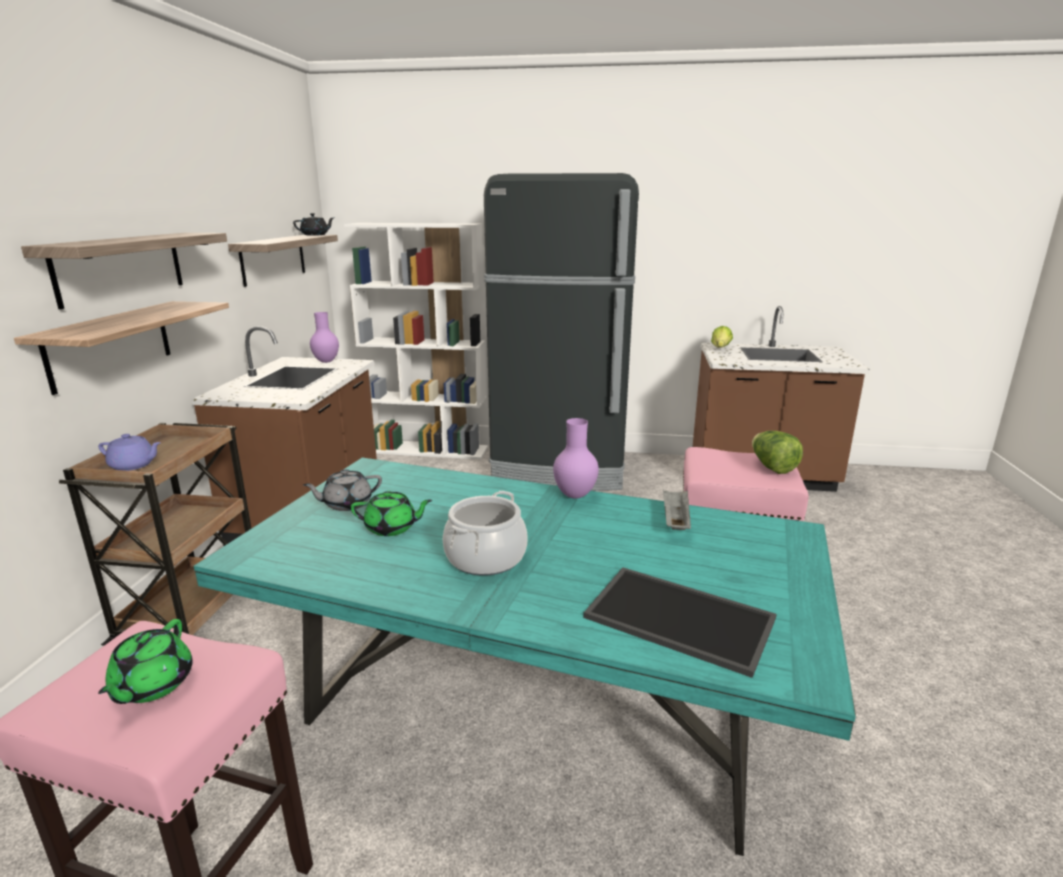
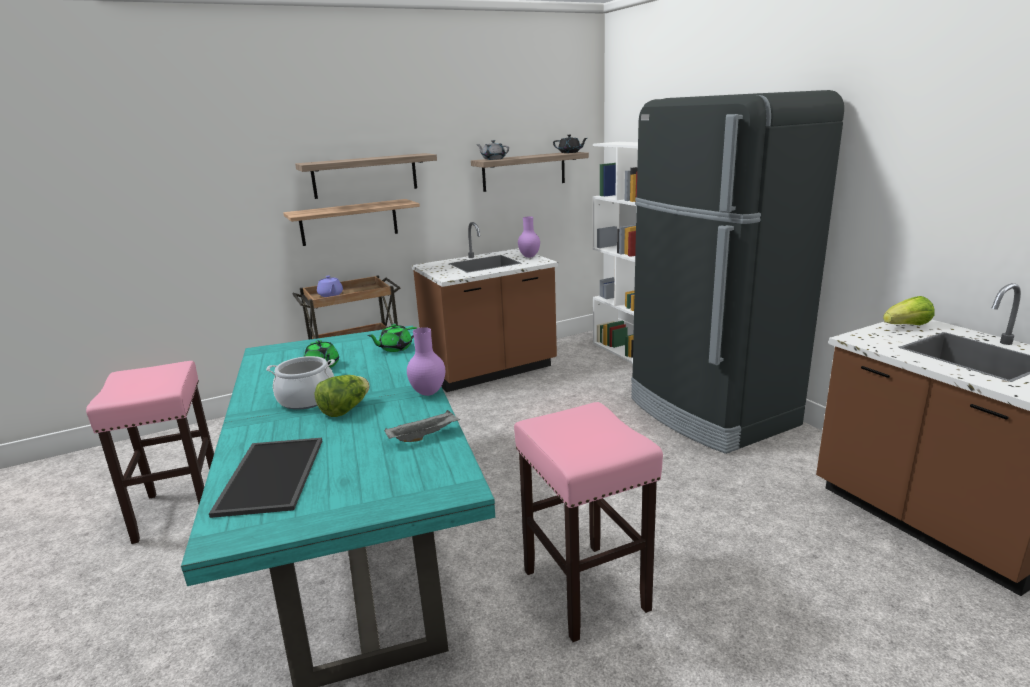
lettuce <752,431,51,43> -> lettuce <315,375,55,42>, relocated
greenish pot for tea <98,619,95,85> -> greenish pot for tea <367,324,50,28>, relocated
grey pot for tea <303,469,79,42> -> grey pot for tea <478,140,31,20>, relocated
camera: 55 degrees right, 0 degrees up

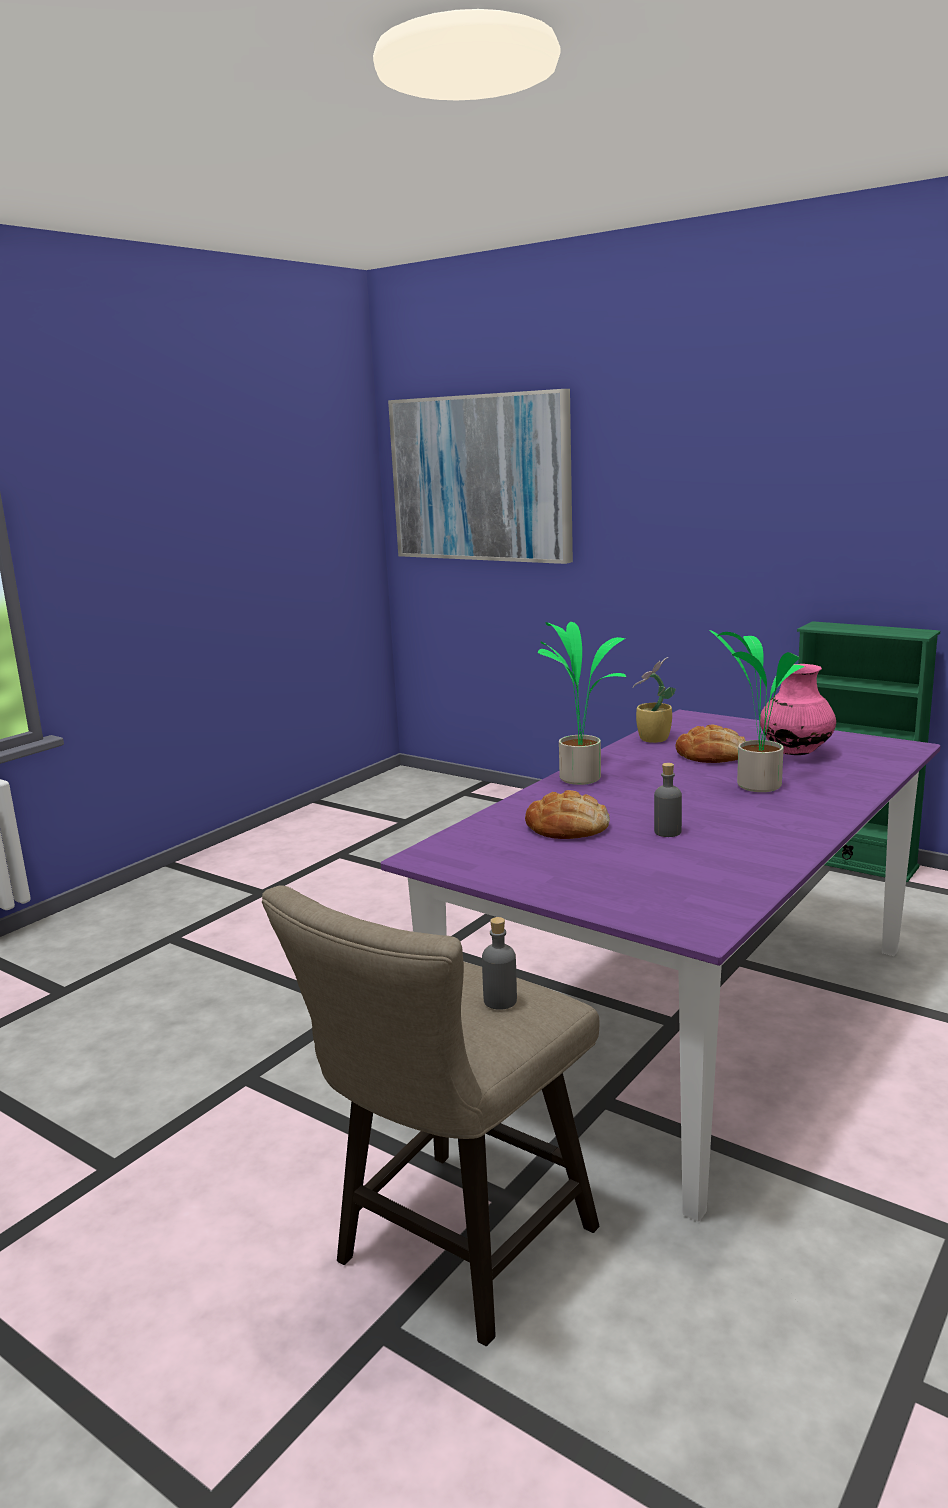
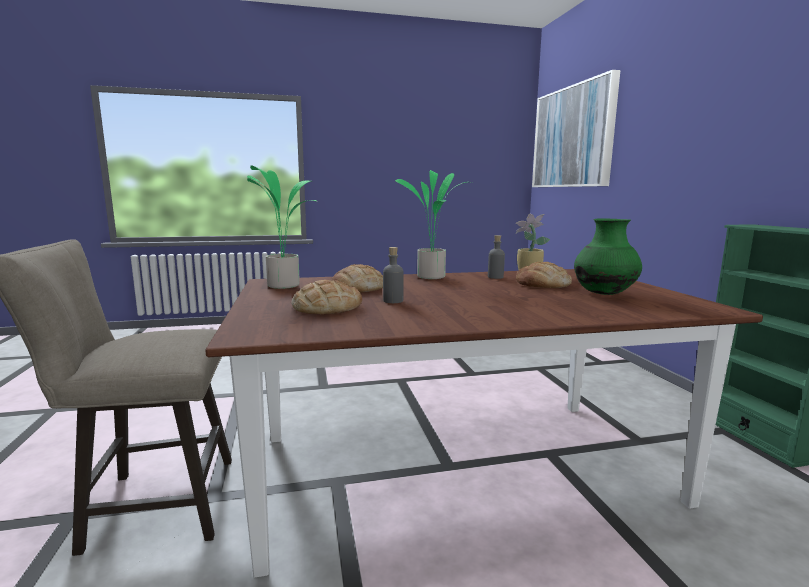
purplish dinner table <381,710,559,512> -> brownish dinner table <205,269,558,309>
plant in a pot <709,630,96,162> -> plant in a pot <247,165,71,124>, relocated
none -> bread <291,280,71,34>
grey drink bottle <482,917,35,93> -> grey drink bottle <488,235,17,44>, relocated
pink-coloured decorative vase <760,664,76,91> -> greenish decorative vase <574,218,68,77>
camera: 40 degrees right, 5 degrees down

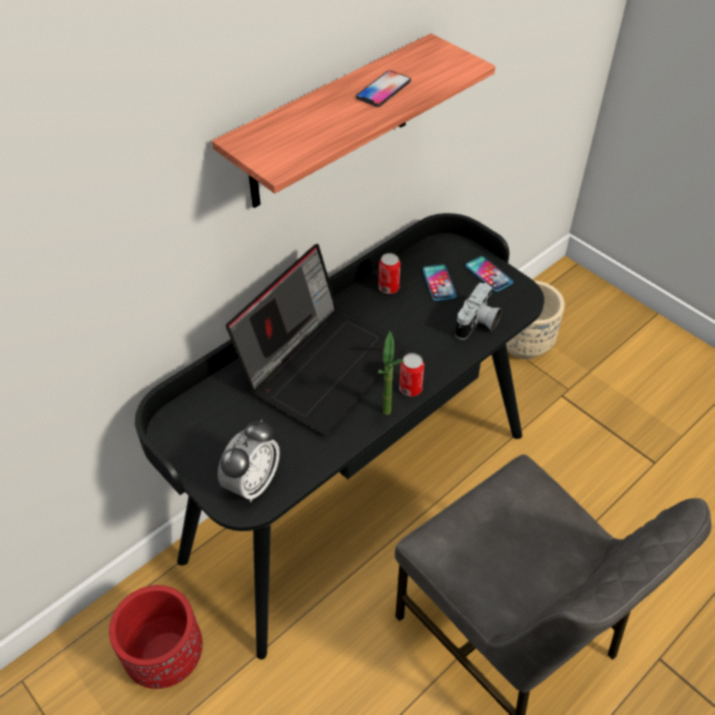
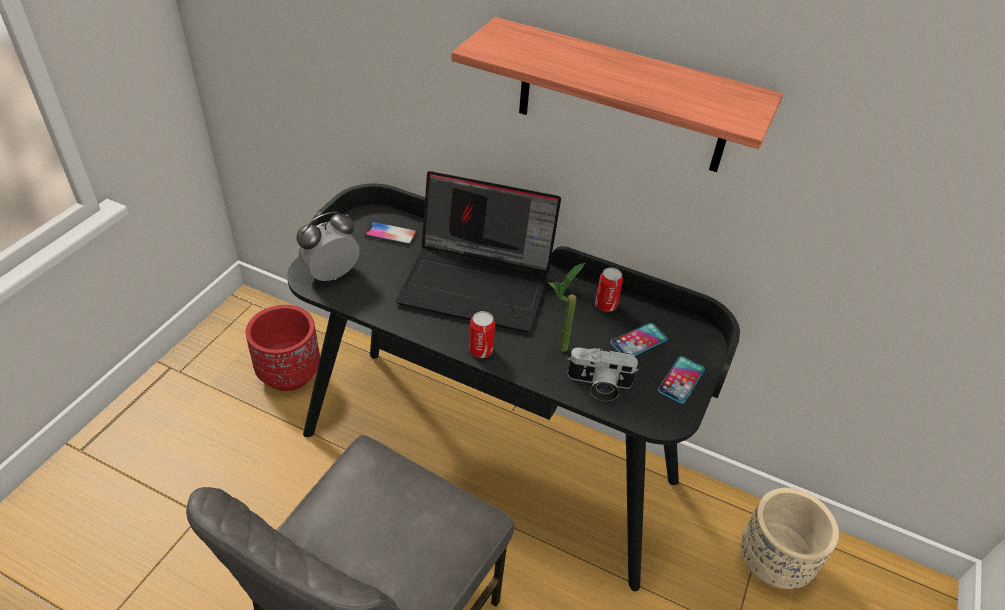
alarm clock <218,420,62,82> -> alarm clock <297,212,63,69>, 135 degrees clockwise
handset <356,71,55,36> -> handset <365,222,52,23>, relocated
plant in a pot <378,331,26,84> -> plant in a pot <548,263,37,89>, relocated
camera: 65 degrees right, 5 degrees down

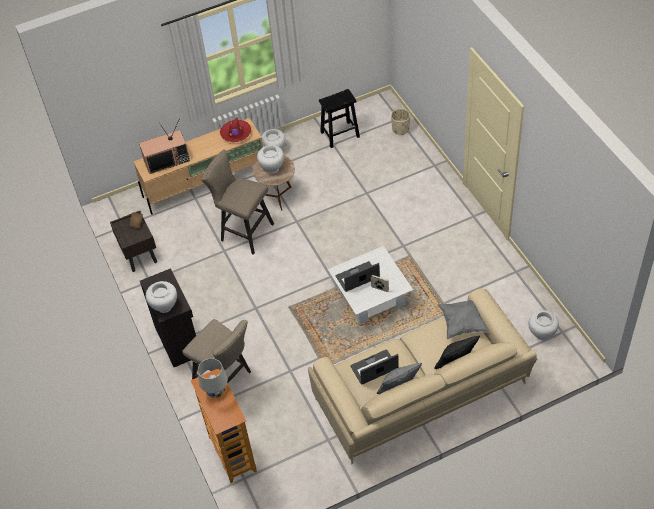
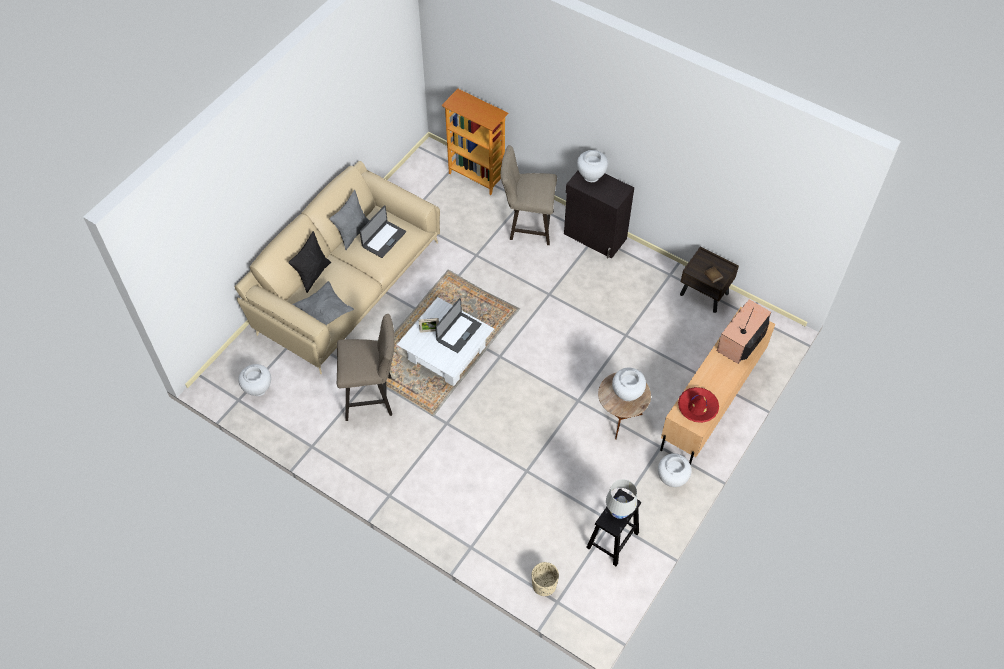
sand-coloured sitting stool <201,149,73,106> -> sand-coloured sitting stool <337,314,57,107>, relocated
white lamp for a table <198,358,30,40> -> white lamp for a table <606,479,31,40>, relocated
camera: 145 degrees right, 5 degrees up

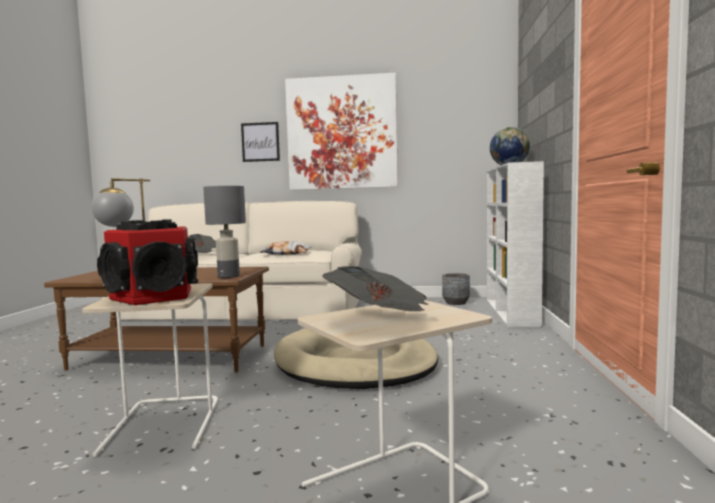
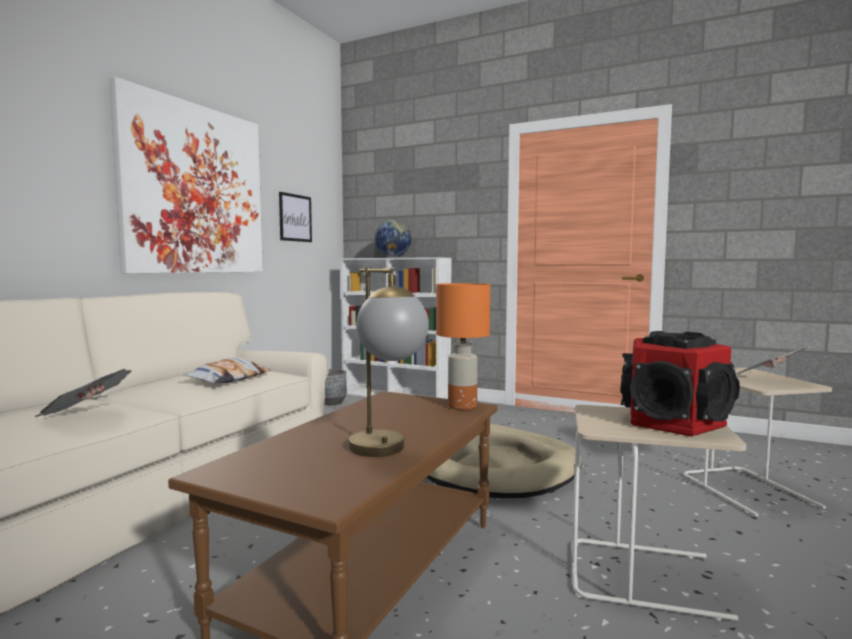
wall art <241,122,39,40> -> wall art <279,192,33,50>, relocated
grey lamp for a table <203,186,43,92> -> orangey lamp for a table <436,283,54,127>
camera: 70 degrees left, 0 degrees up

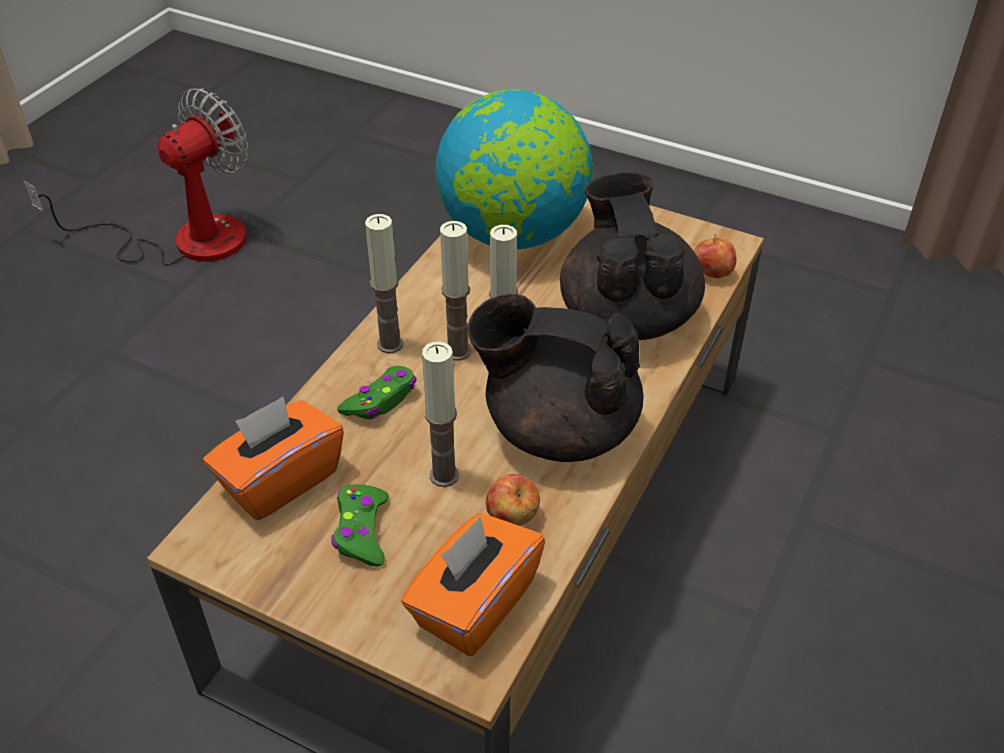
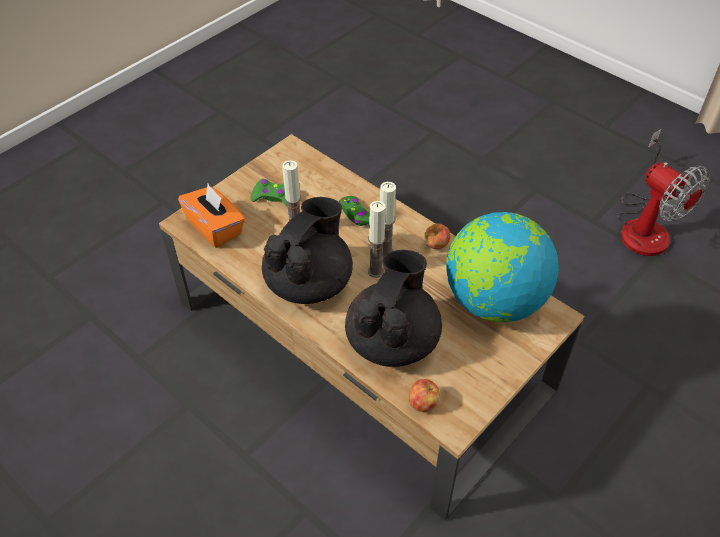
black-coloured pot for tea <560,172,145,168> -> black-coloured pot for tea <345,250,97,117>, 75 degrees counterclockwise
whole apple <486,474,54,52> -> whole apple <424,223,26,26>, relocated
orangey tissue box <203,396,141,124> -> none
wax candle <365,214,38,139> -> none
camera: 105 degrees right, 5 degrees up

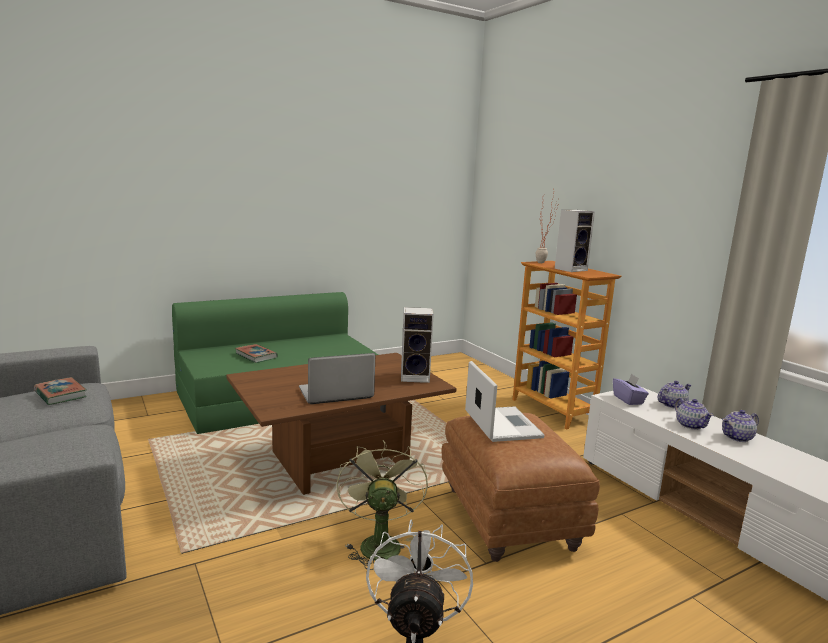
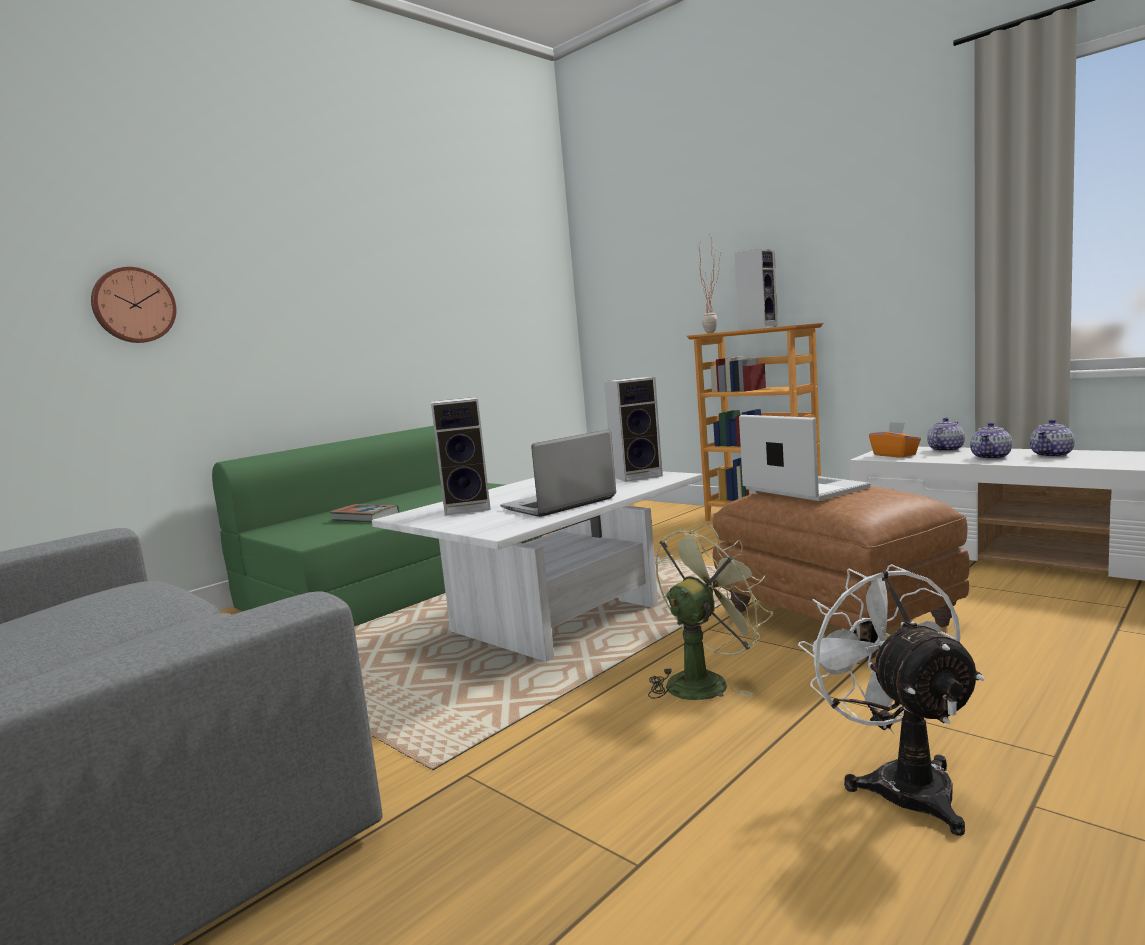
none -> hanging clock <91,267,85,76>
brownish low table <226,353,231,142> -> white low table <372,471,331,191>
none -> audio speaker <431,397,60,118>
greenish cooling fan <337,440,91,130> -> greenish cooling fan <648,523,125,177>, 75 degrees clockwise
purplish tissue box <613,374,36,31> -> orangey tissue box <869,422,52,36>
pot for tea <675,398,39,32> -> pot for tea <970,422,42,38>, 75 degrees clockwise
bound book <34,377,53,28> -> none
camera: 15 degrees left, 5 degrees down

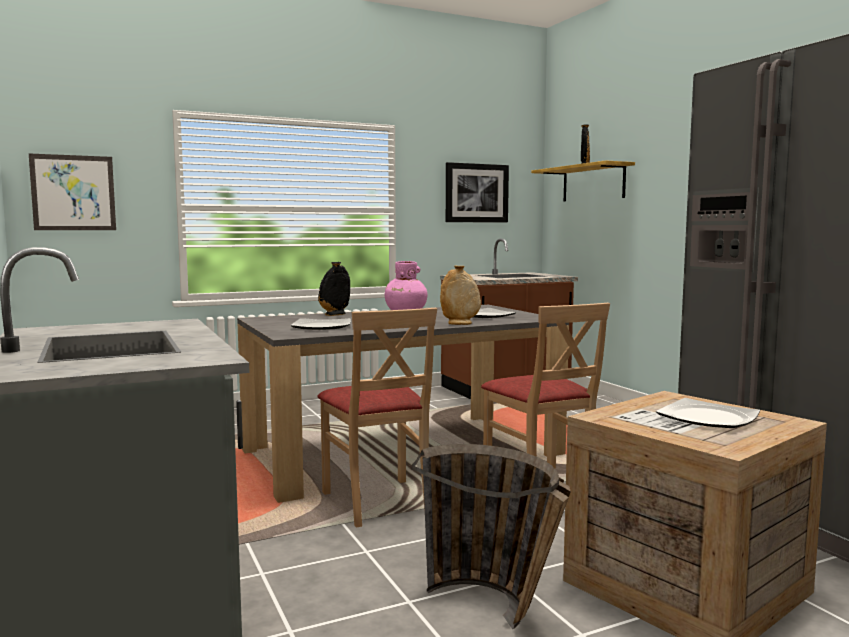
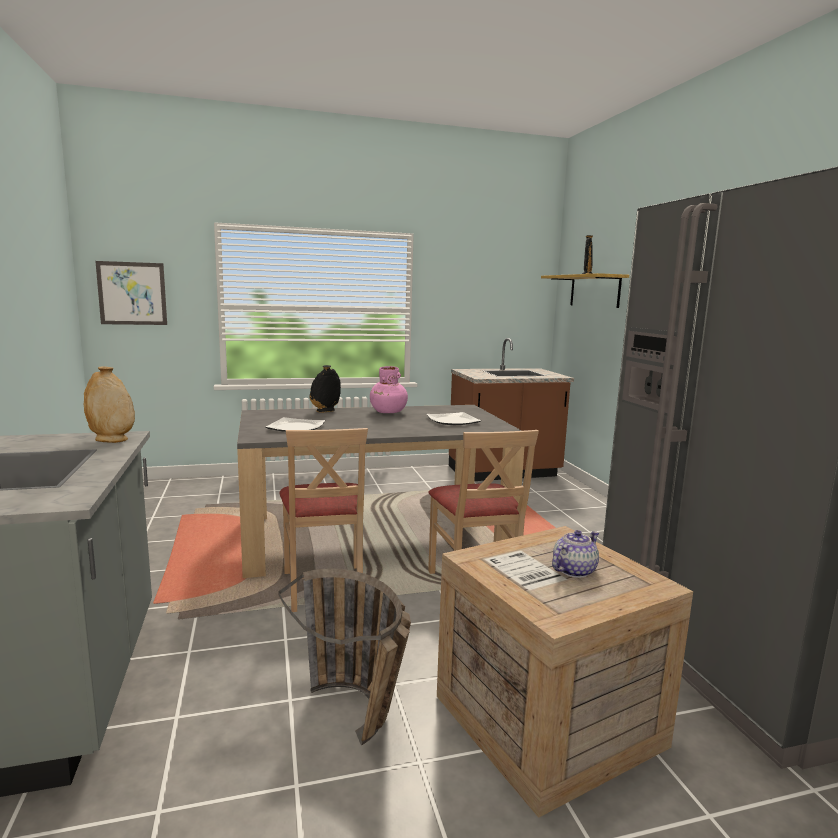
sand-coloured decorative vase <440,265,41,60> -> sand-coloured decorative vase <84,366,51,77>, relocated
plate <656,398,104,30> -> pot for tea <552,530,47,48>
wall art <446,162,63,61> -> none
camera: 10 degrees right, 5 degrees up

